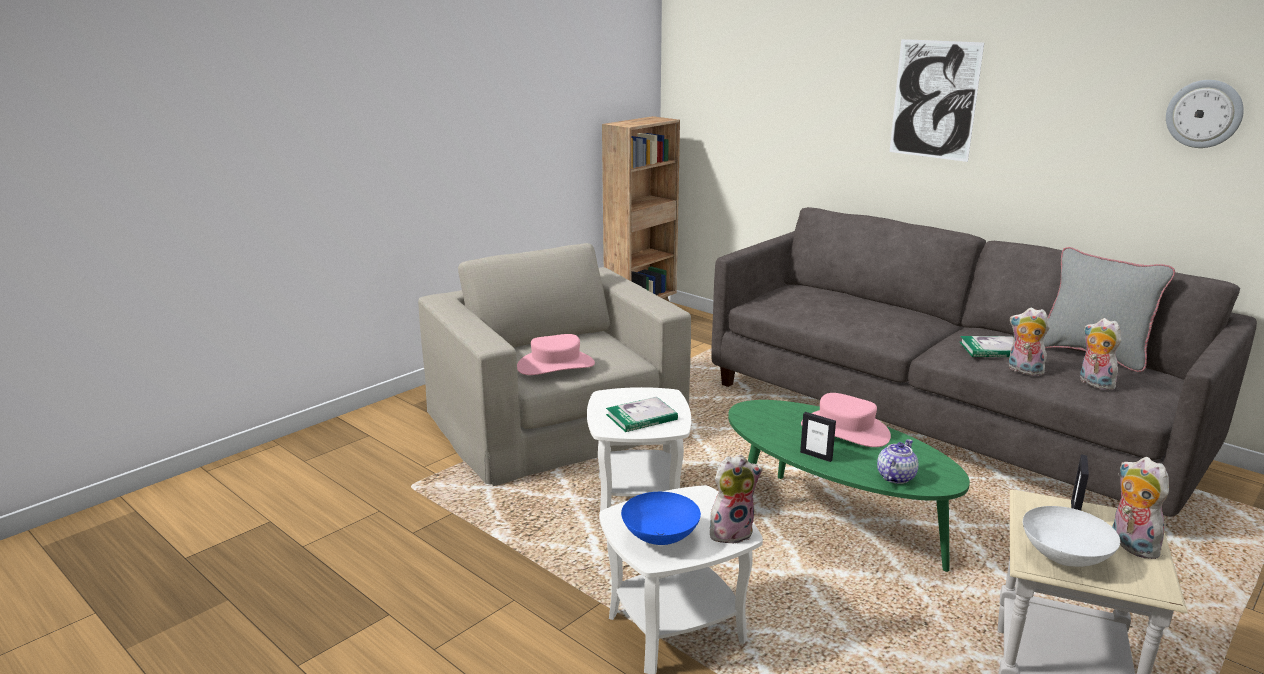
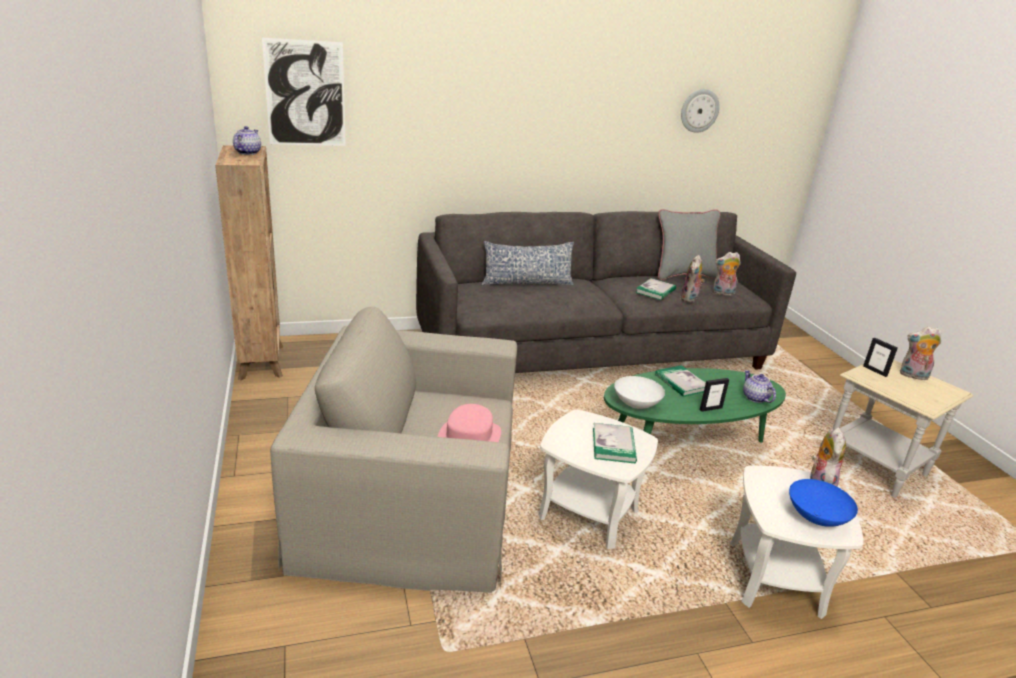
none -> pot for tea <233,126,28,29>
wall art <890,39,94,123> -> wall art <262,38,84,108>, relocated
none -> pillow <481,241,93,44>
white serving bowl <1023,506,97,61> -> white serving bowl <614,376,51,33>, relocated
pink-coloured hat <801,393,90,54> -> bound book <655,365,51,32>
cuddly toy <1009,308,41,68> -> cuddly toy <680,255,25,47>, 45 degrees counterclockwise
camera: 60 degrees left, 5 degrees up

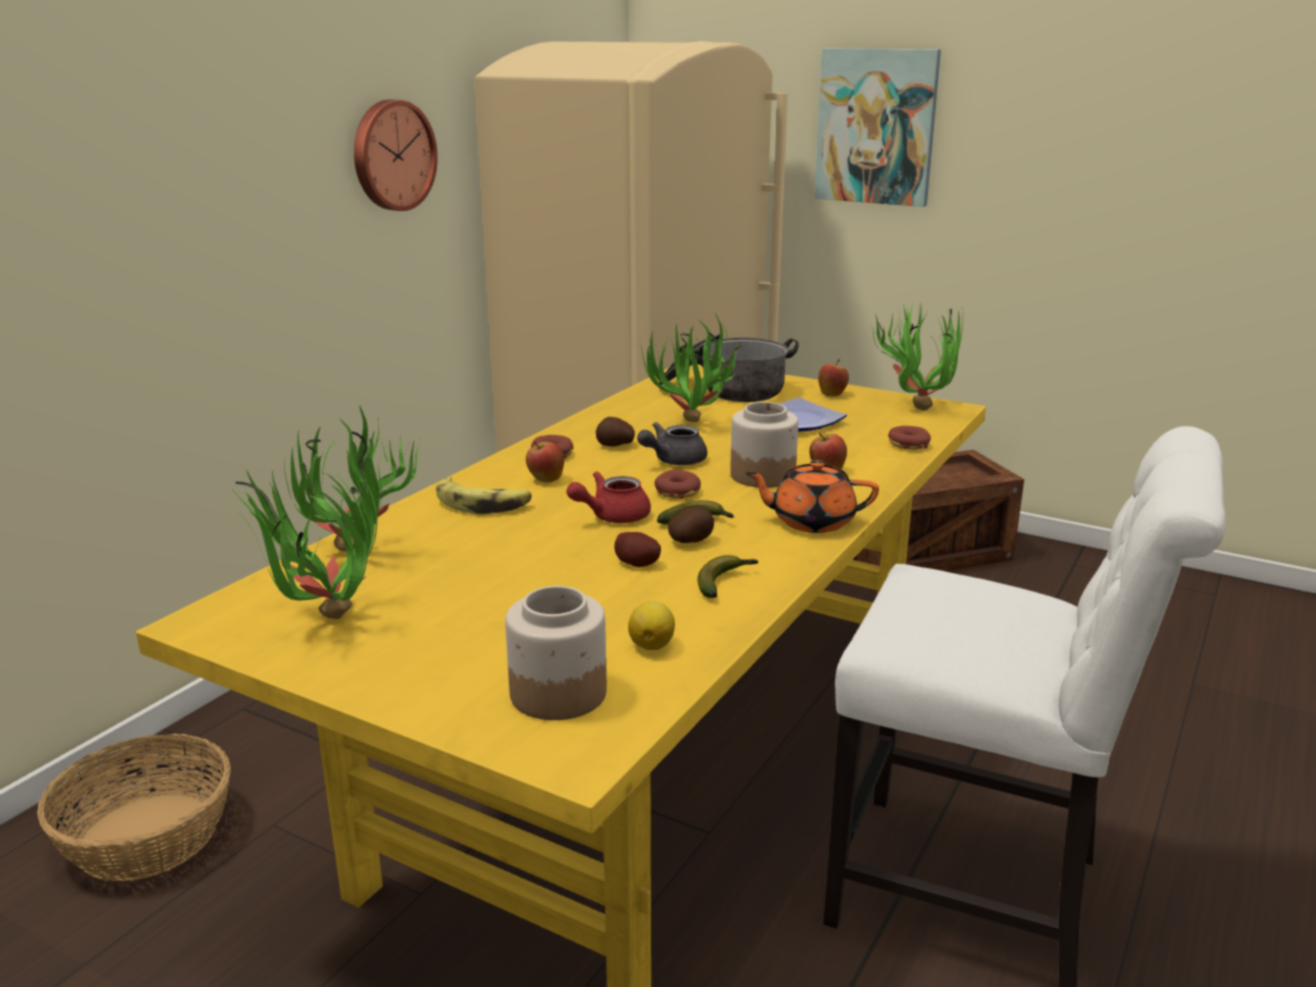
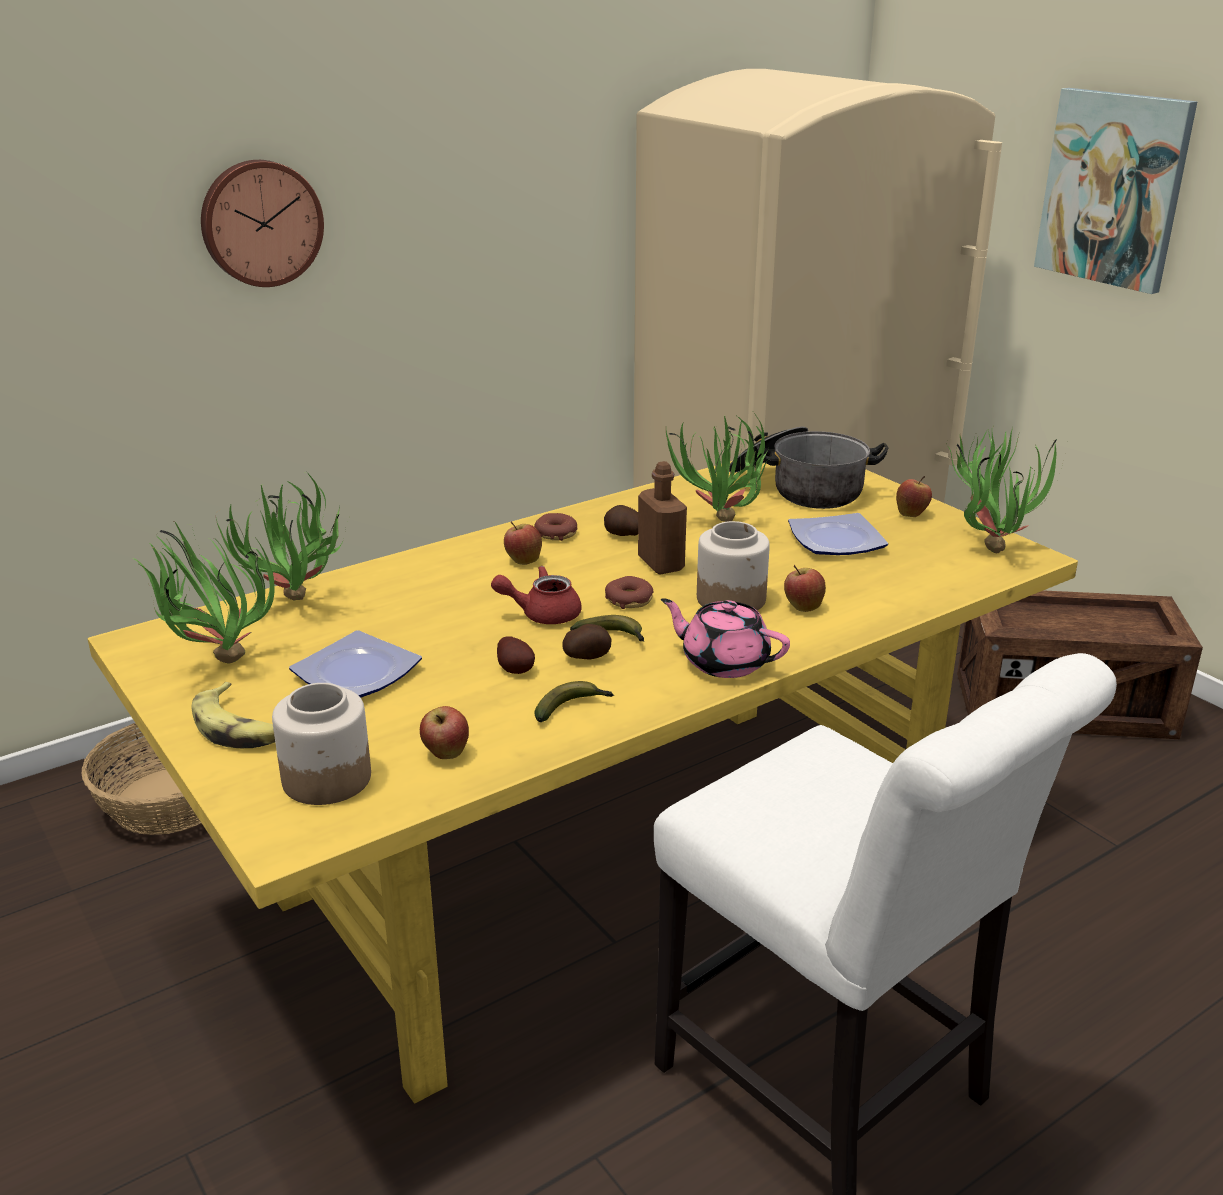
banana fruit <436,476,96,38> -> banana fruit <191,682,84,66>, relocated
hanging clock <354,99,84,112> -> hanging clock <201,160,123,127>, relocated
none -> plate <289,630,133,68>
lemon <628,601,47,49> -> whole apple <420,706,49,53>
grey pot for tea <637,422,70,43> -> brownish drink bottle <638,461,49,113>
orangey pot for tea <745,460,134,73> -> pink-coloured pot for tea <661,598,129,80>
ring doughnut <888,426,43,24> -> none
camera: 25 degrees right, 5 degrees up

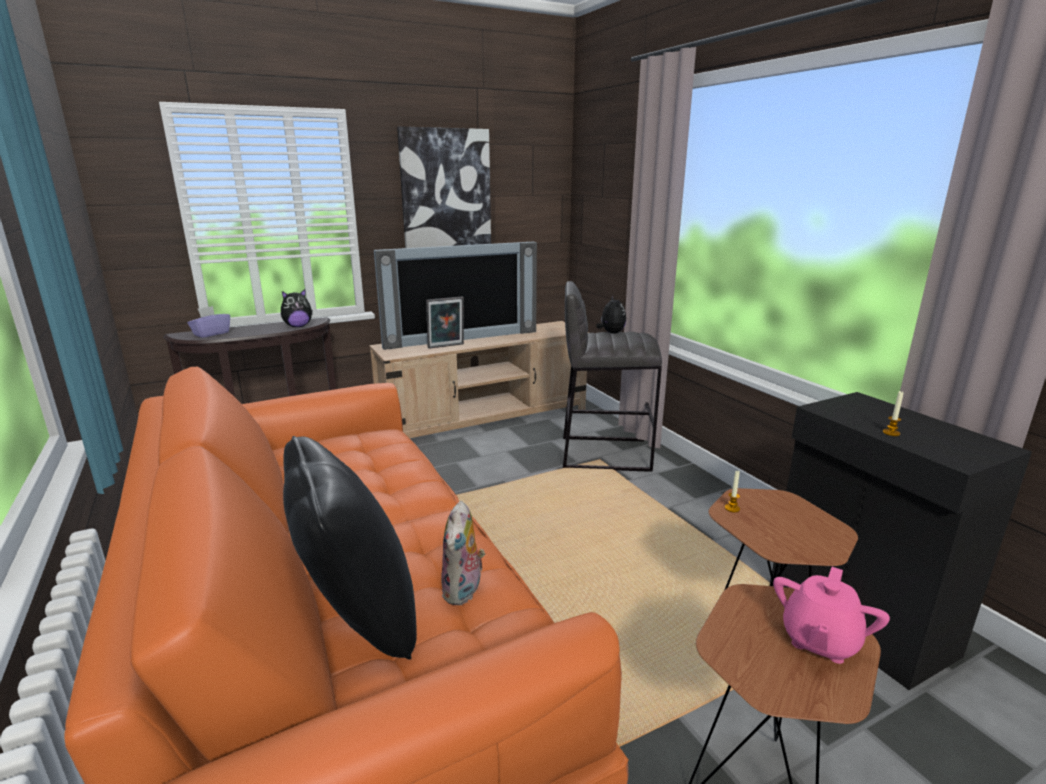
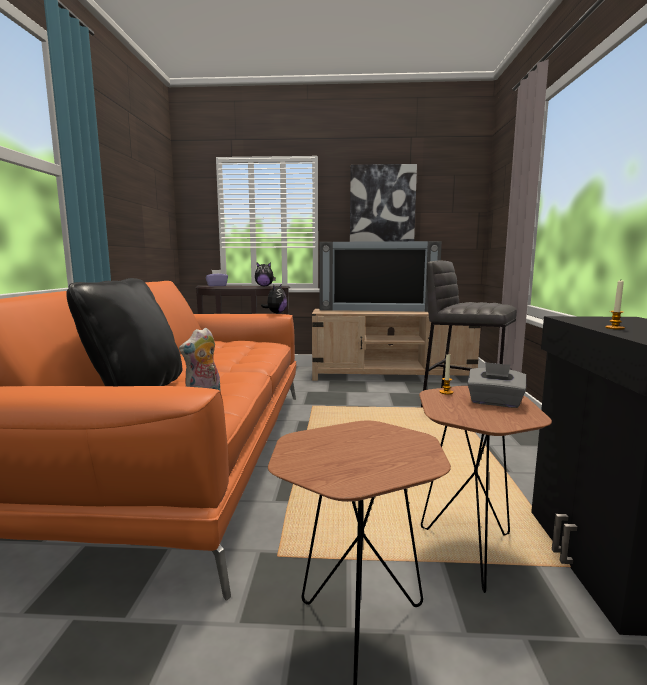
cuddly toy <596,295,30,39> -> cuddly toy <261,285,26,29>, relocated
none -> grey tissue box <467,362,59,46>
photo frame <426,296,38,53> -> none
pink-coloured pot for tea <773,567,117,97> -> none
camera: 30 degrees right, 10 degrees down

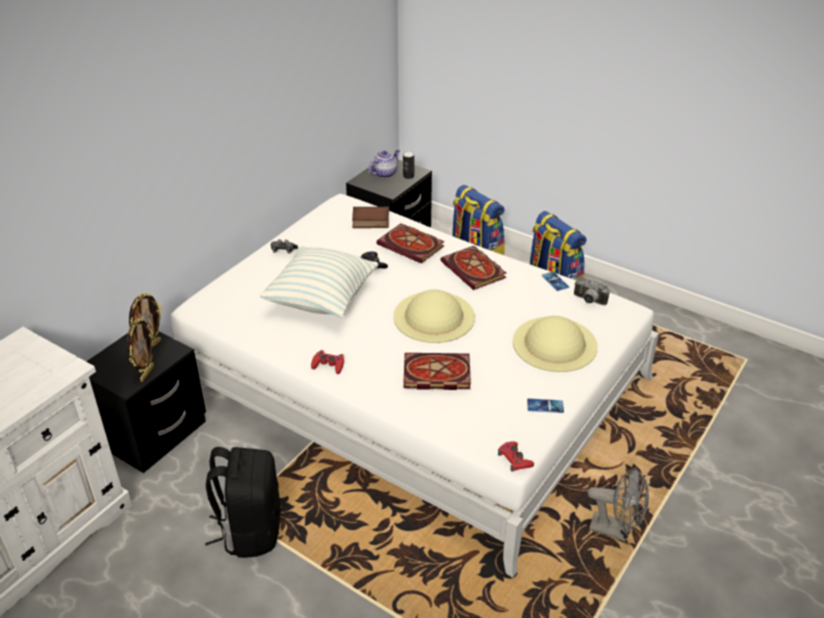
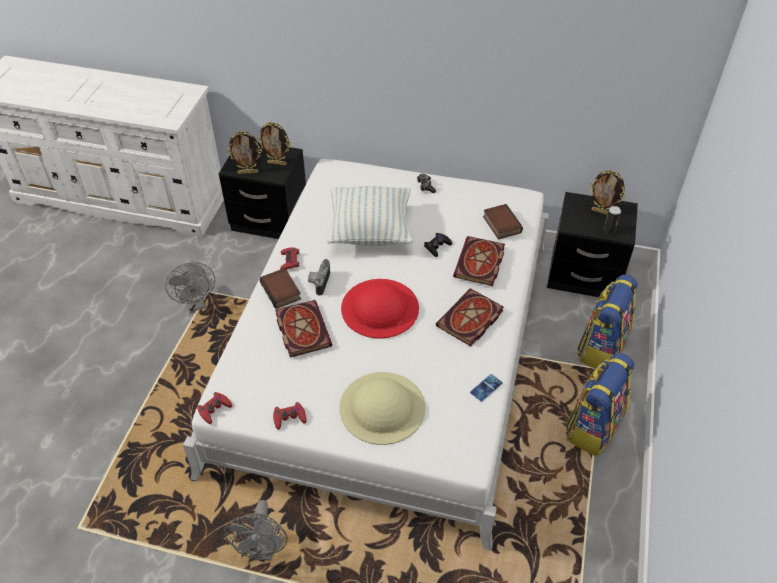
black-coloured backpack <205,447,76,111> -> grey cooling fan <165,262,50,51>
none -> bound book <260,268,41,41>
handset <527,398,37,15> -> red-coloured gamepad <273,402,33,28>
still camera <574,276,36,29> -> still camera <308,259,22,36>, relocated
sand-coloured hat <393,289,82,54> -> red-coloured hat <341,279,78,60>
pot for tea <369,150,31,28> -> photo frame <590,170,36,45>
camera: 70 degrees right, 10 degrees up

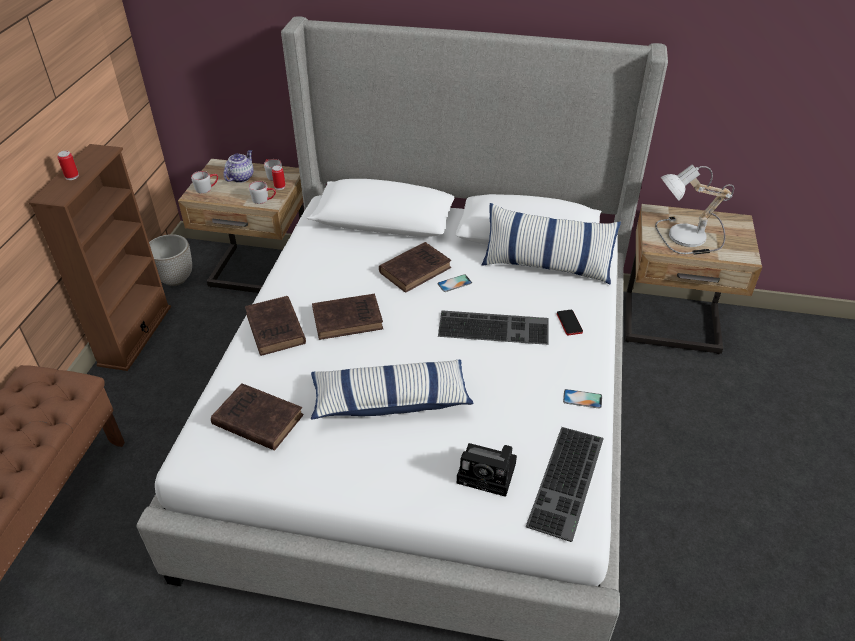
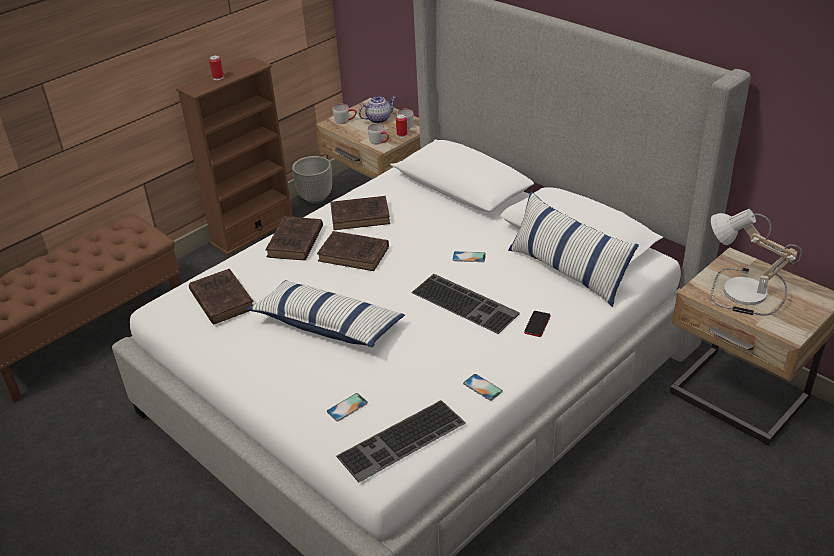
still camera <457,443,60,54> -> handset <327,393,41,28>
brownish bound book <379,242,72,51> -> brownish bound book <330,196,60,34>, relocated
camera: 35 degrees right, 5 degrees down

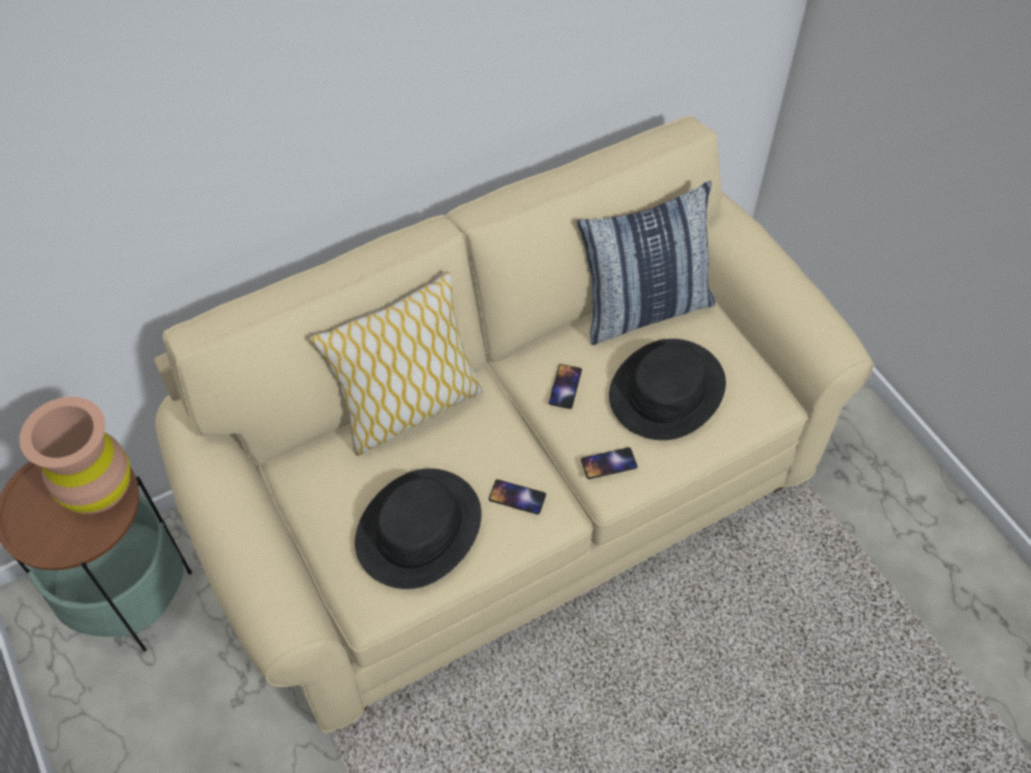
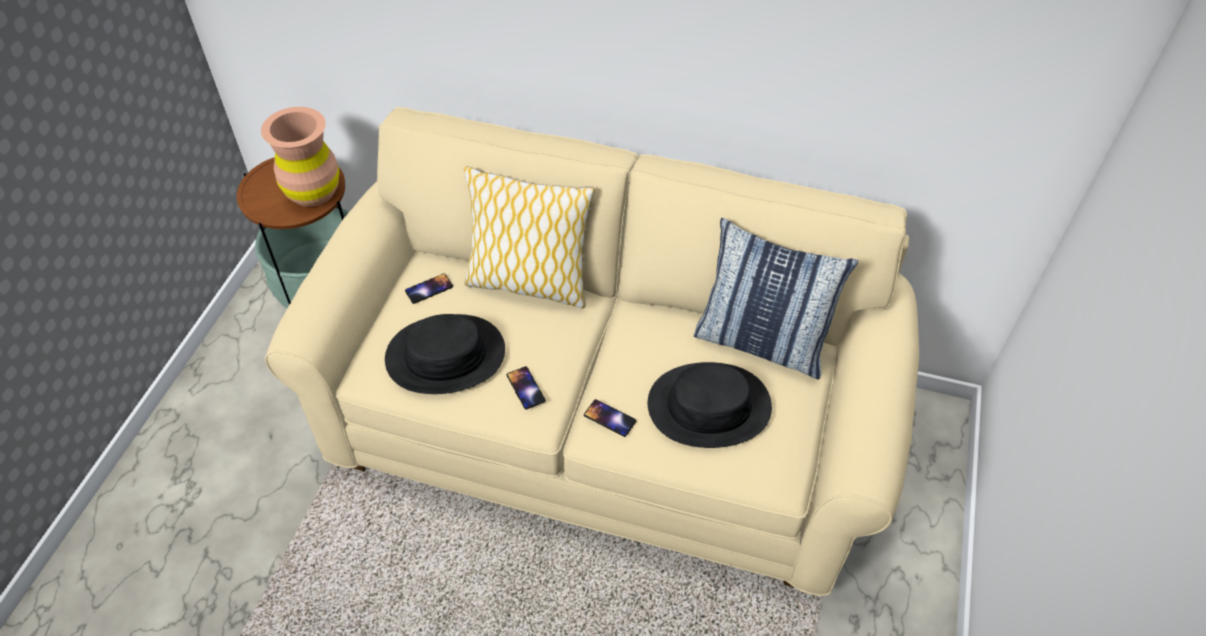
handset <549,364,33,45> -> handset <405,273,48,31>, relocated
camera: 45 degrees right, 5 degrees down

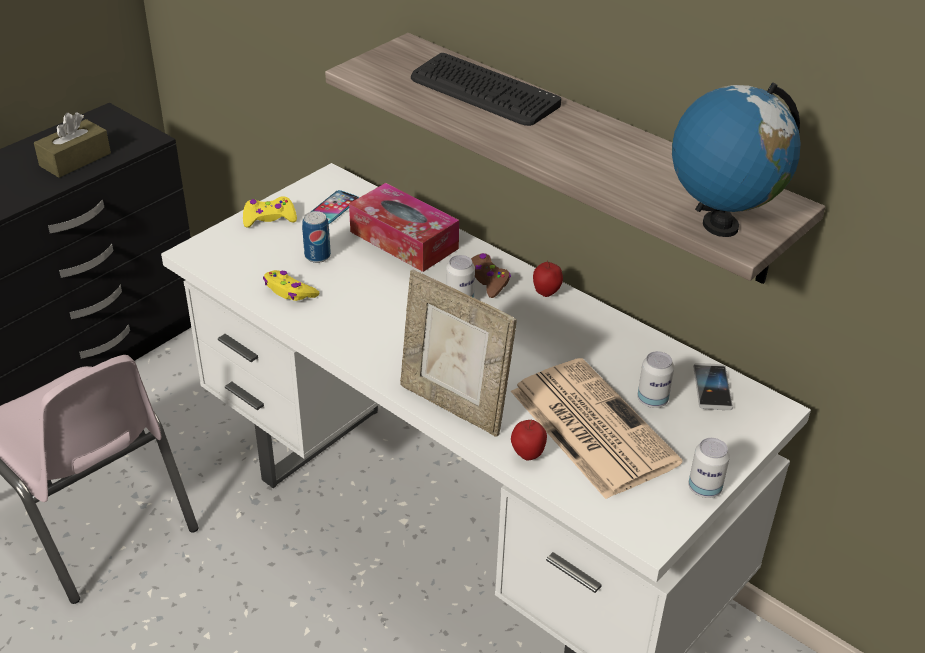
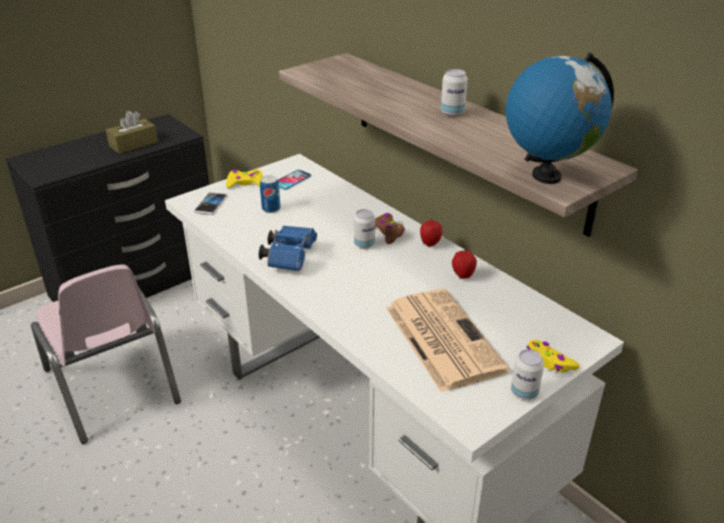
handset <693,363,40,47> -> handset <194,192,34,23>, relocated
none -> bluish pair of binoculars <259,225,58,47>
sealed can <637,351,37,57> -> sealed can <441,69,27,48>, relocated
whole apple <511,420,36,40> -> whole apple <452,249,25,30>, relocated
yellowish gamepad <263,270,56,31> -> yellowish gamepad <527,340,53,32>, relocated
tissue box <349,183,110,89> -> none
photo frame <400,270,117,167> -> none
PC keyboard <411,53,150,73> -> none
camera: 10 degrees right, 5 degrees down

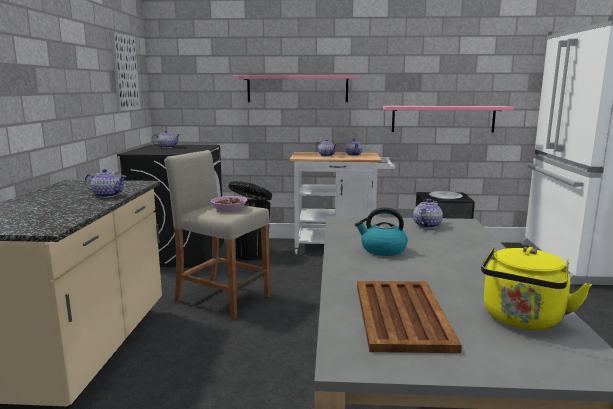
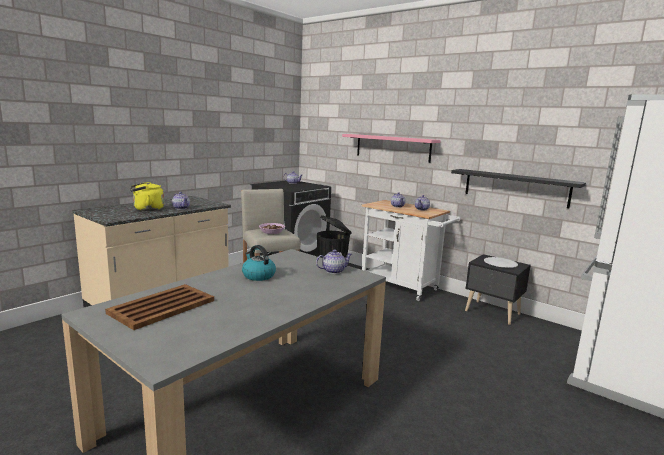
yellowish water kettle <481,247,111,83> -> yellowish water kettle <130,182,34,29>, relocated
pink-coloured shelf <383,106,131,26> -> black-coloured shelf <451,169,135,39>
wall art <111,32,30,79> -> none
camera: 35 degrees right, 0 degrees up

